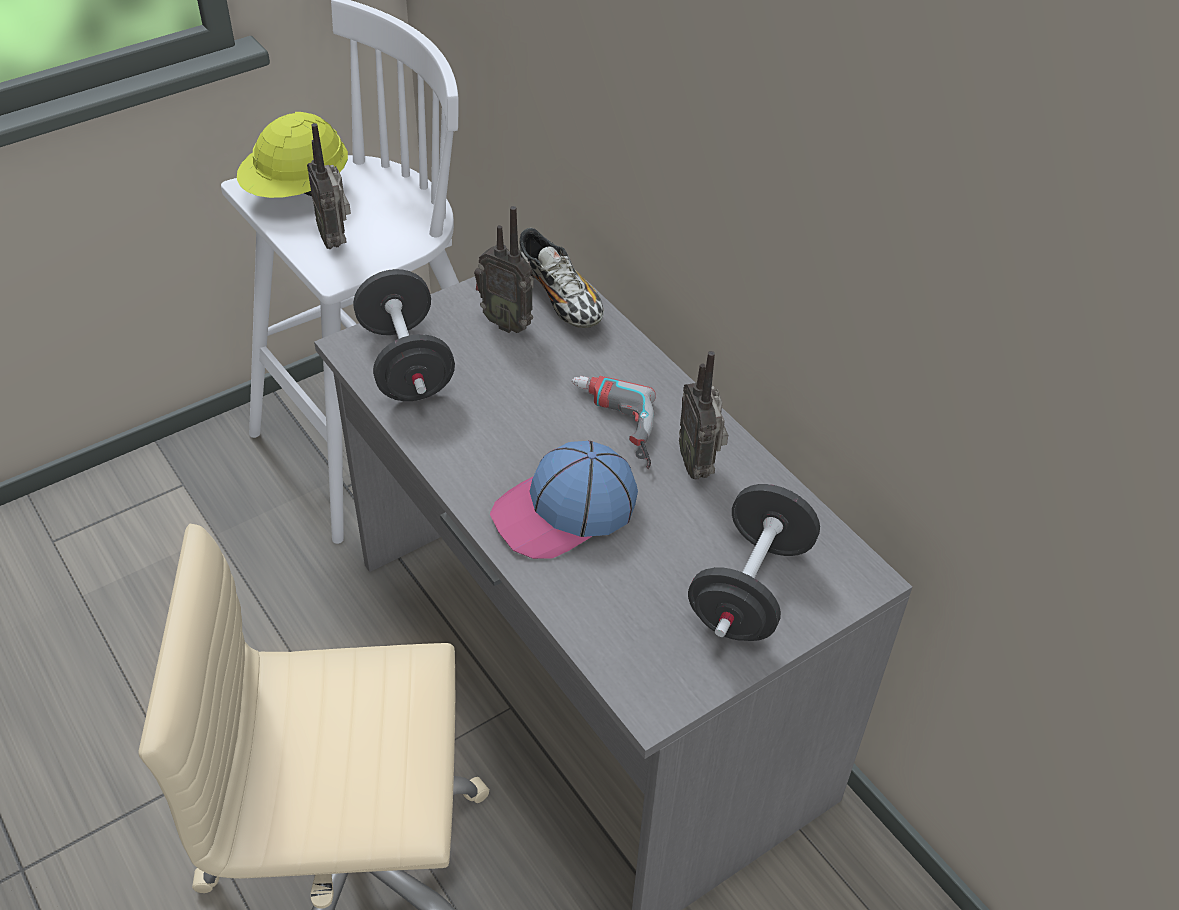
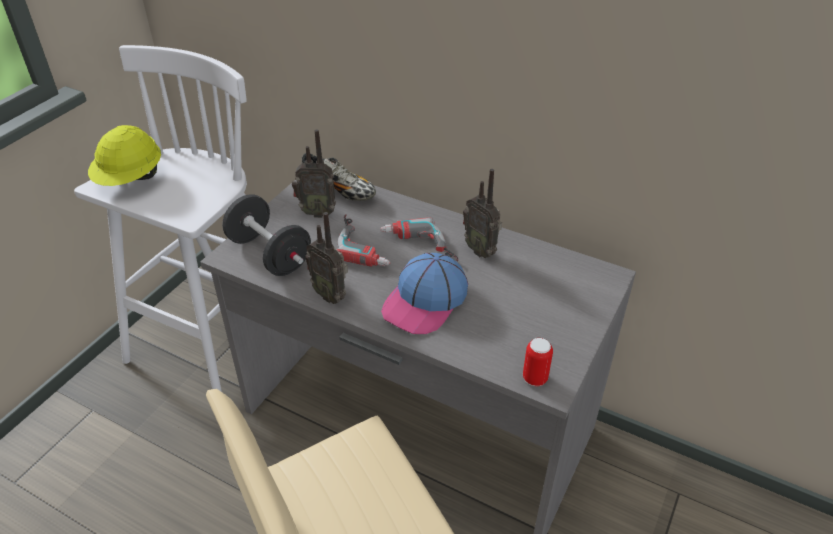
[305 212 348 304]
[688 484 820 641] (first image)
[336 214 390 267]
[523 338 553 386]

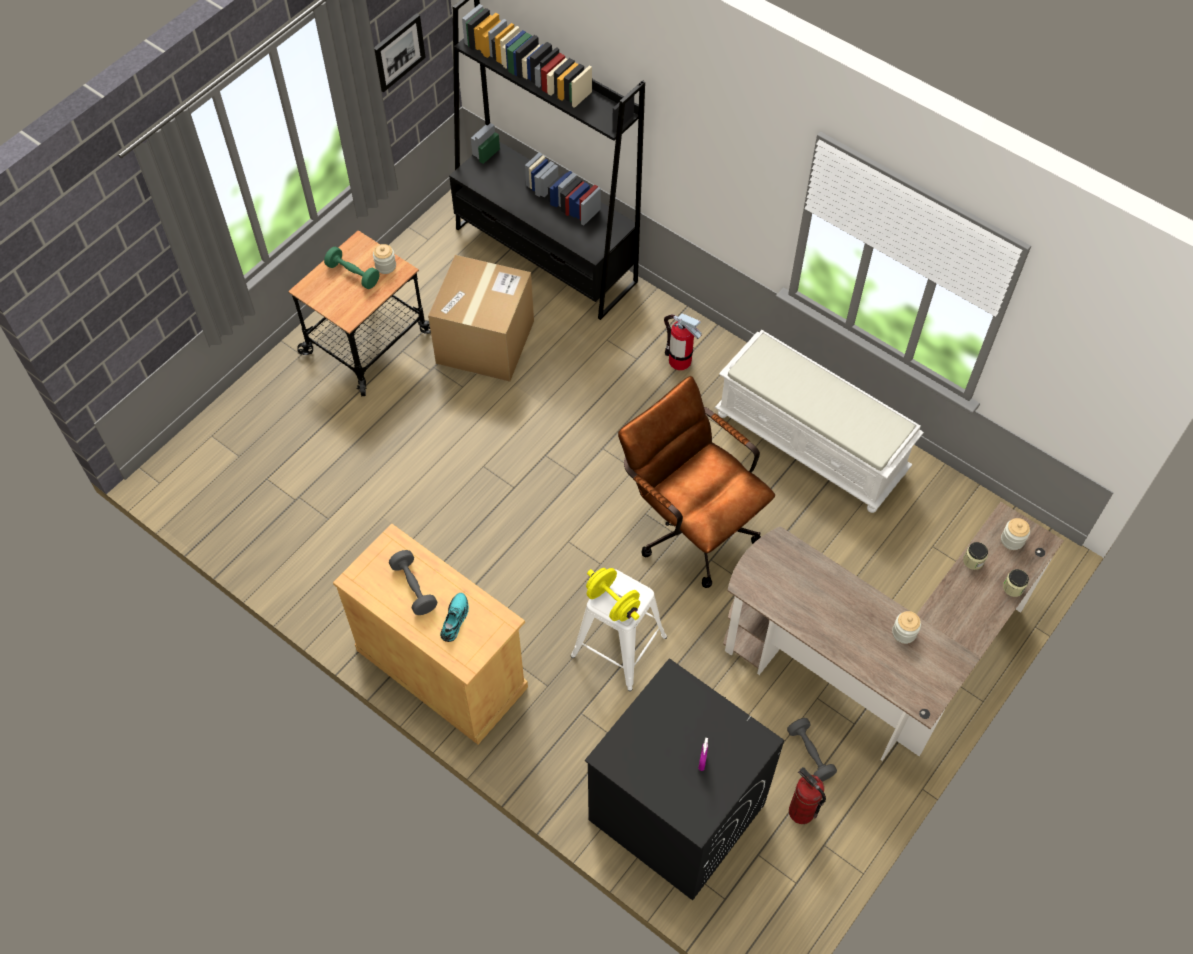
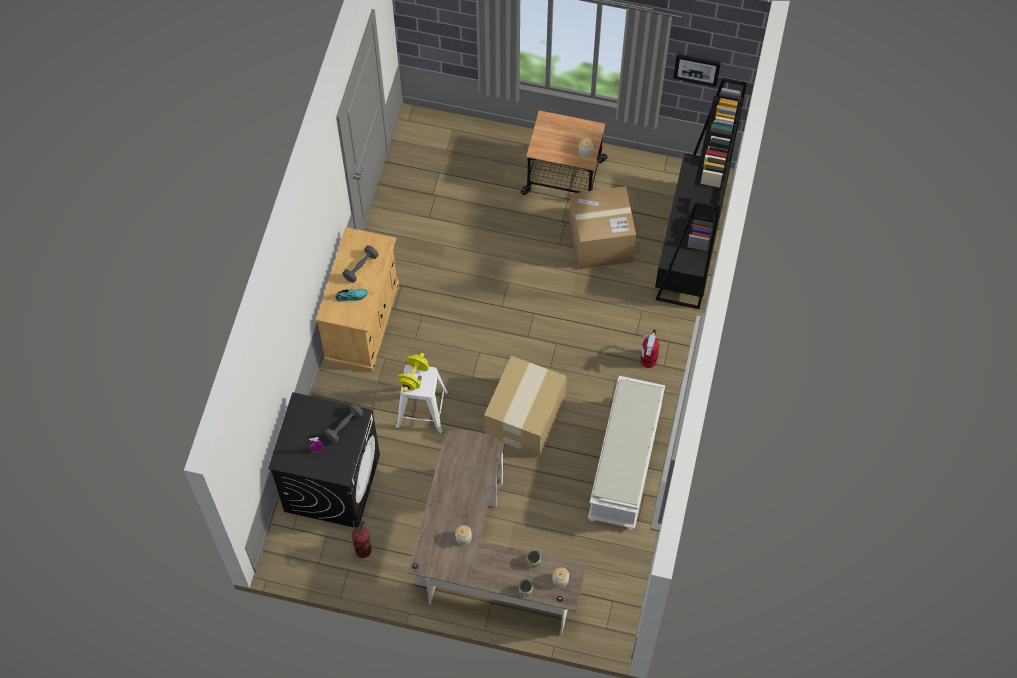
[324 247 379 289] (first image)
[484 356 567 457]
[324 403 363 443]

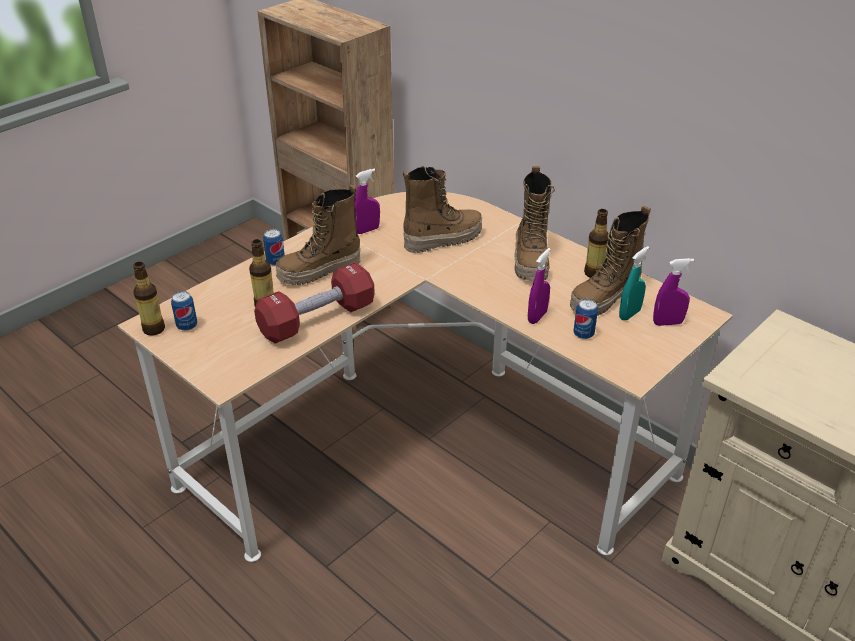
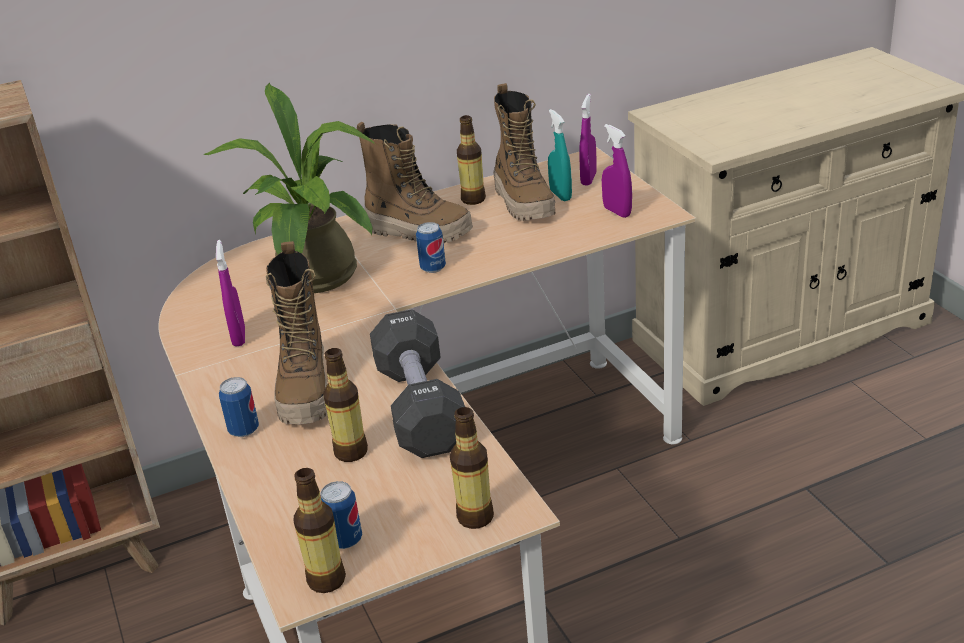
[370 309 465 458]
[204 83 375 293]
[602 124 632 218]
[416 222 446 273]
[450 407 494 529]

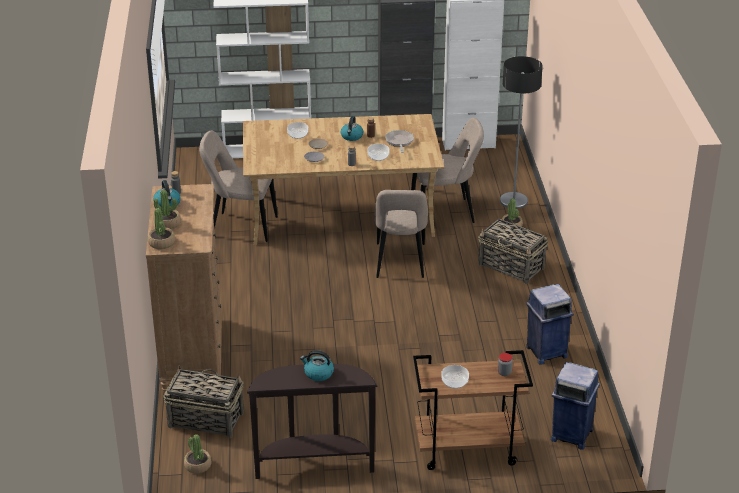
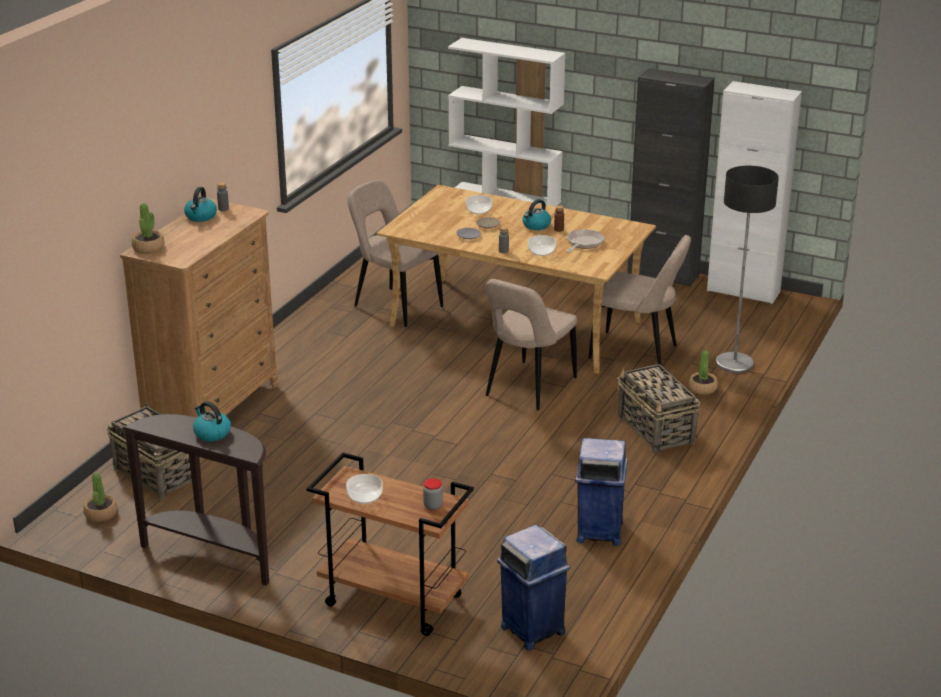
[154 190 181 229] (first image)

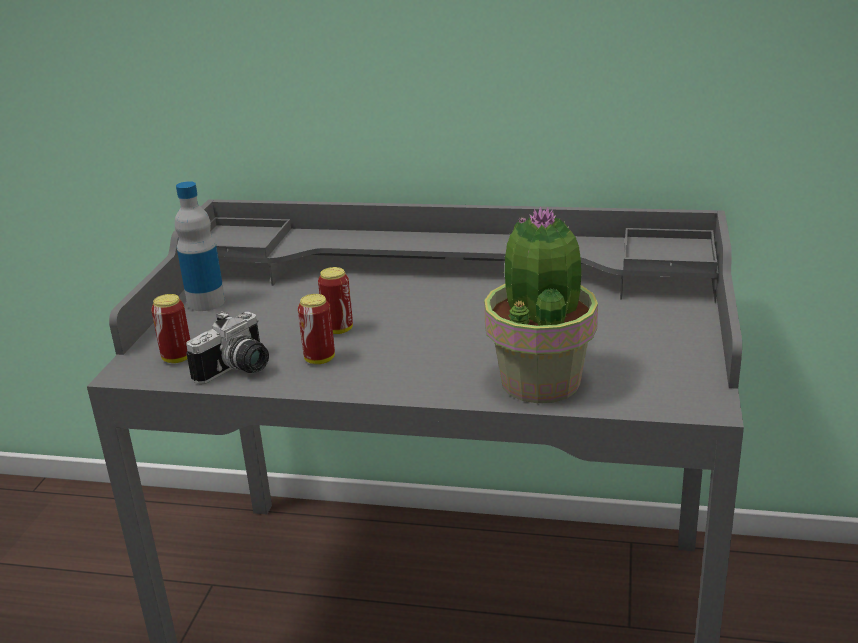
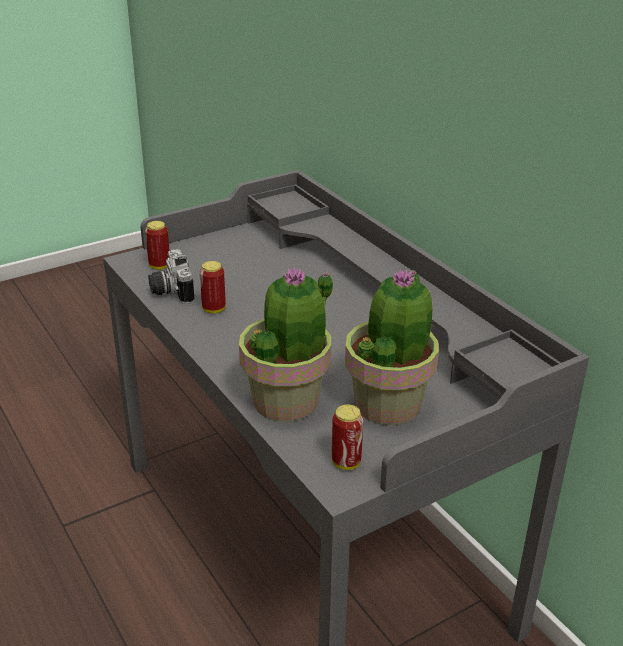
[175 181 225 311] (first image)
[148 249 194 304]
[332 404 363 470]
[345 268 439 425]

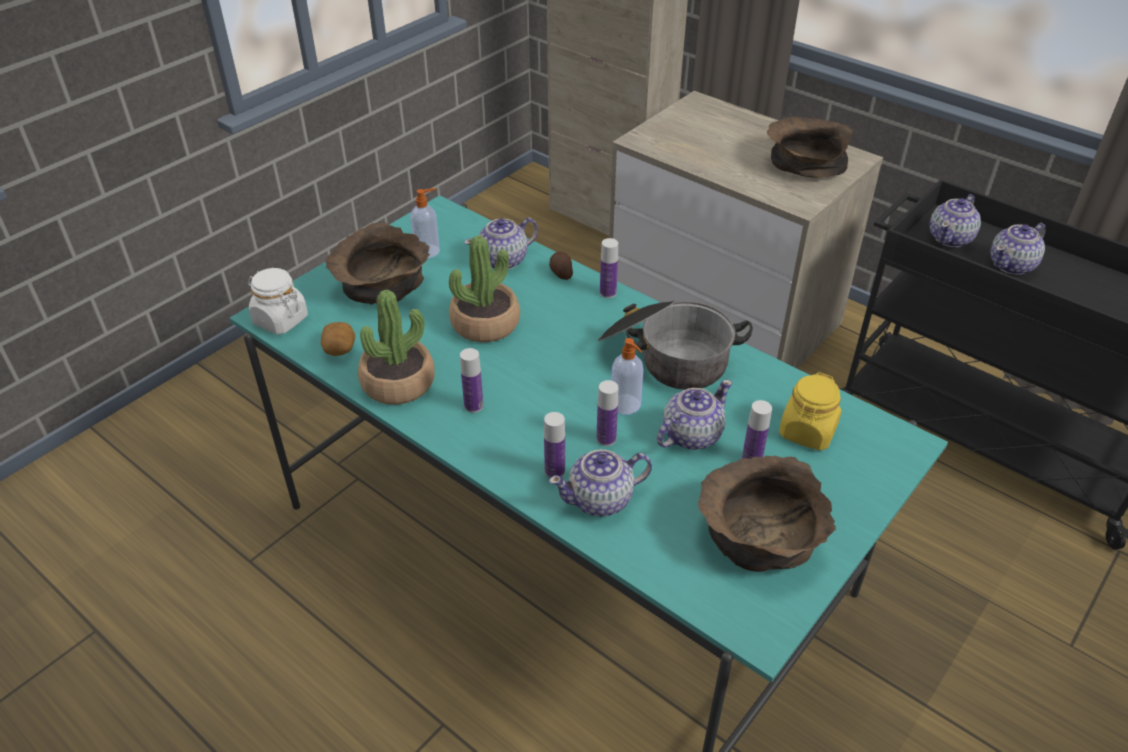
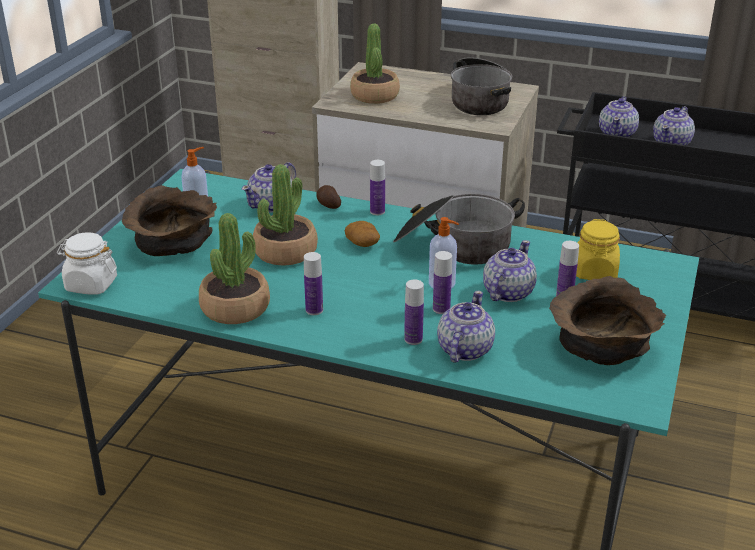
[345 221 380 247]
[437 291 495 363]
[451 58 512 115]
[350 24 400 104]

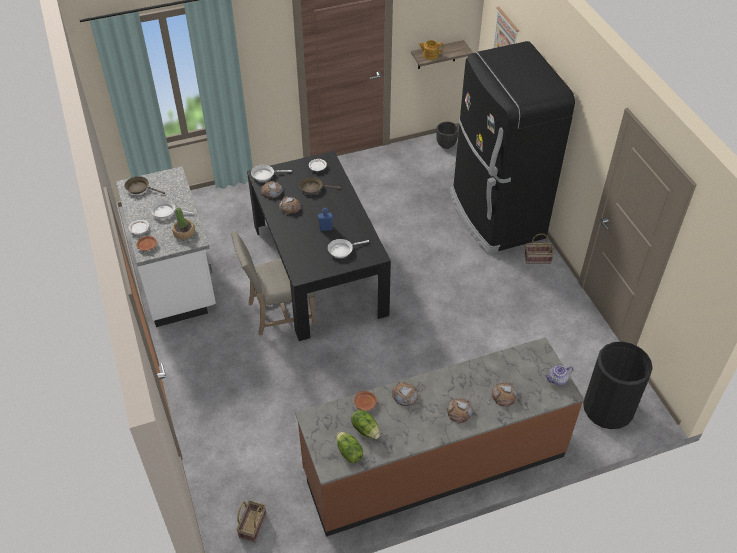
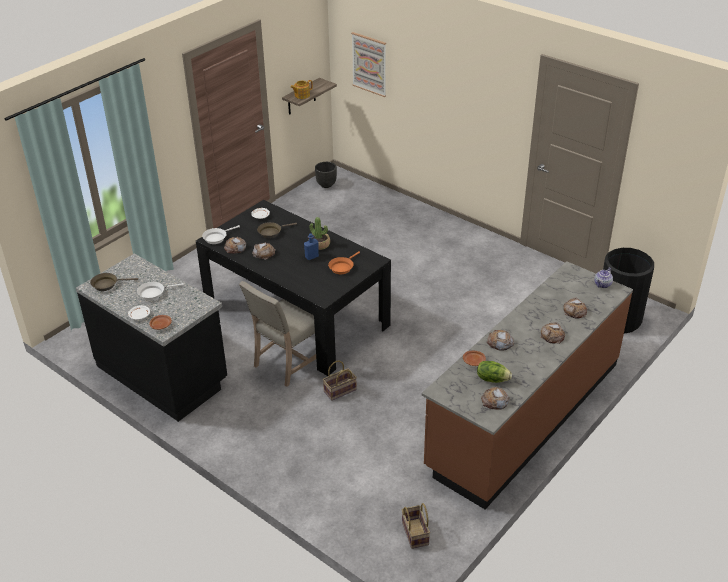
[76 254 227 422]
[308 217 330 250]
[328 252 360 274]
[481 387 510 410]
[450 41 575 254] (first image)
[323 361 357 401]

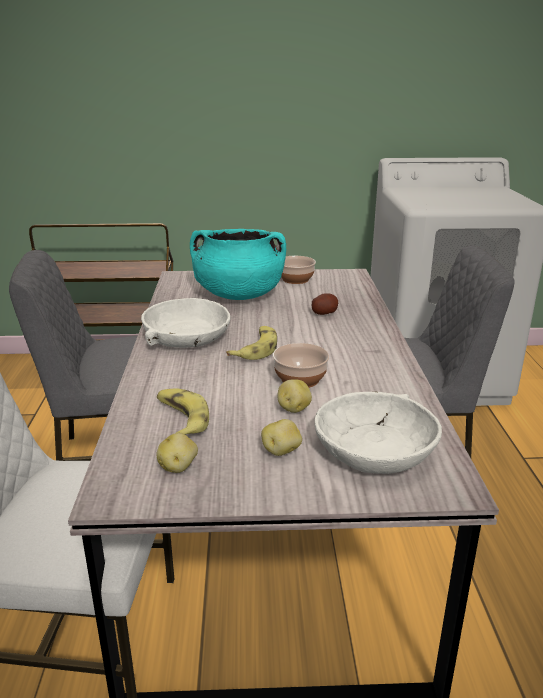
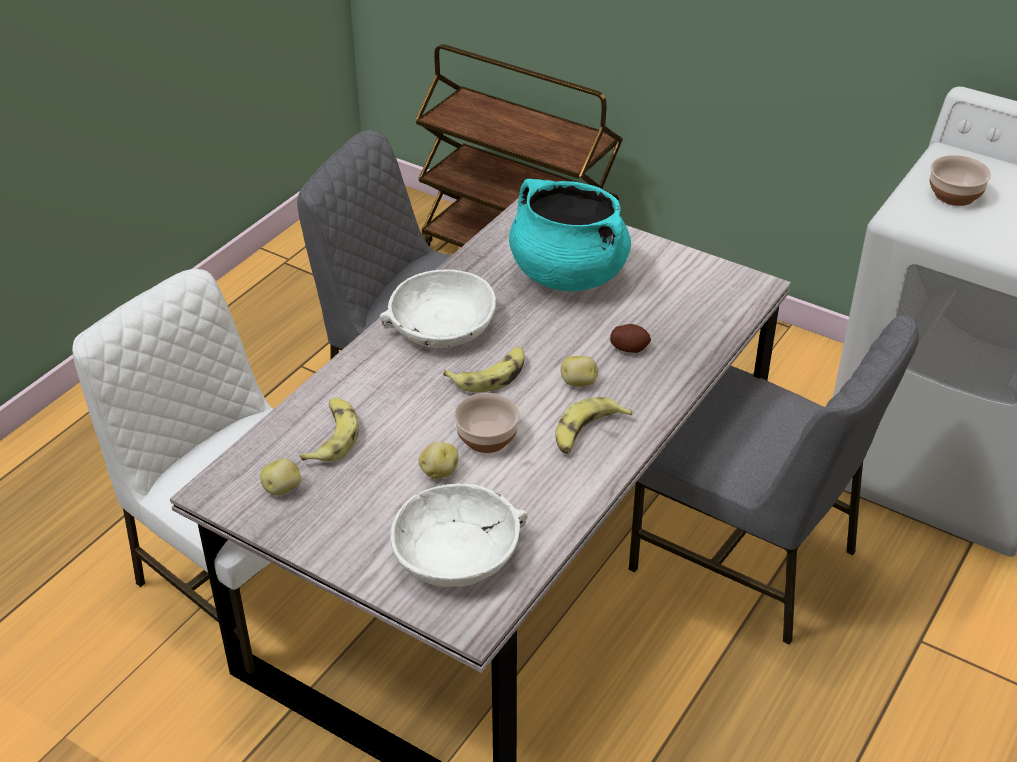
[561 356 598 387]
[930 155 991 206]
[555 397 632 454]

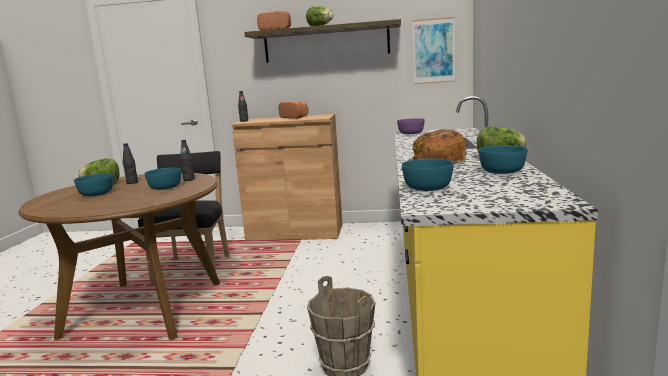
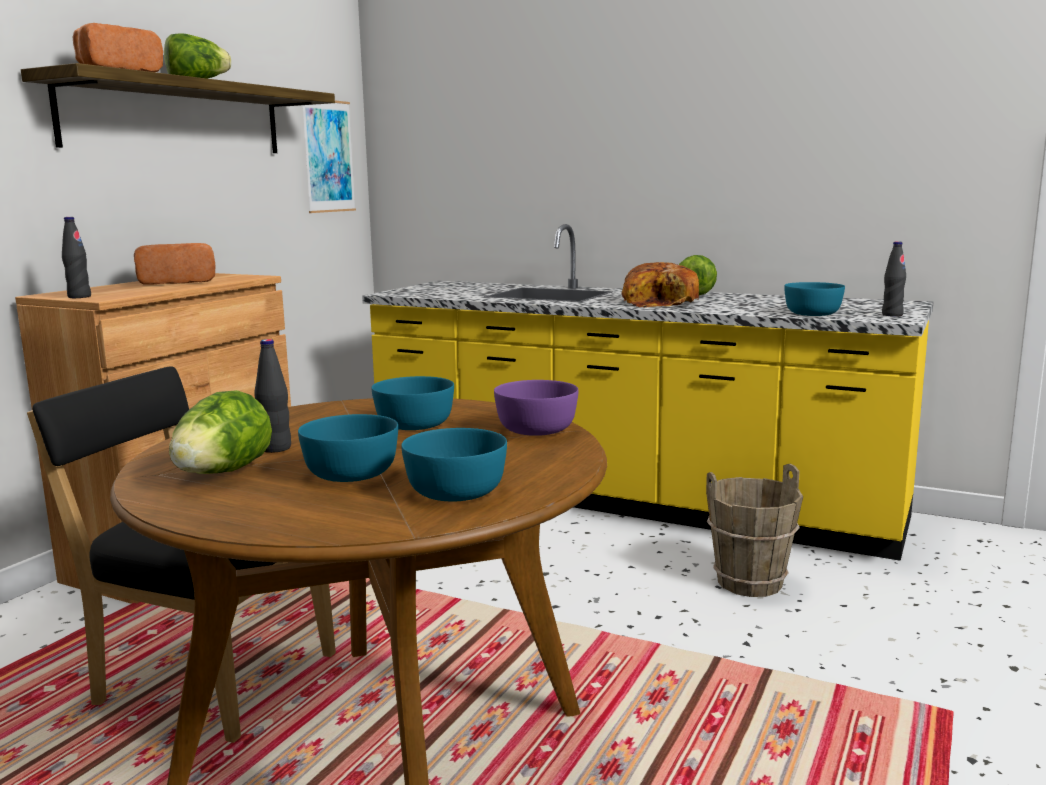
[882 241 906 317]
[494 380 578 436]
[401 428 507 502]

